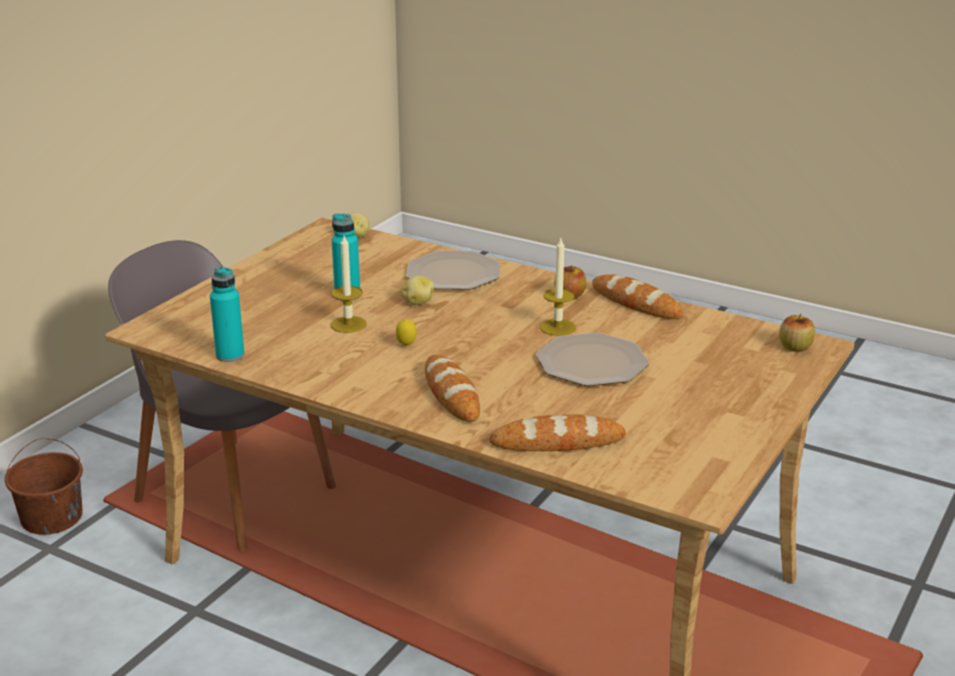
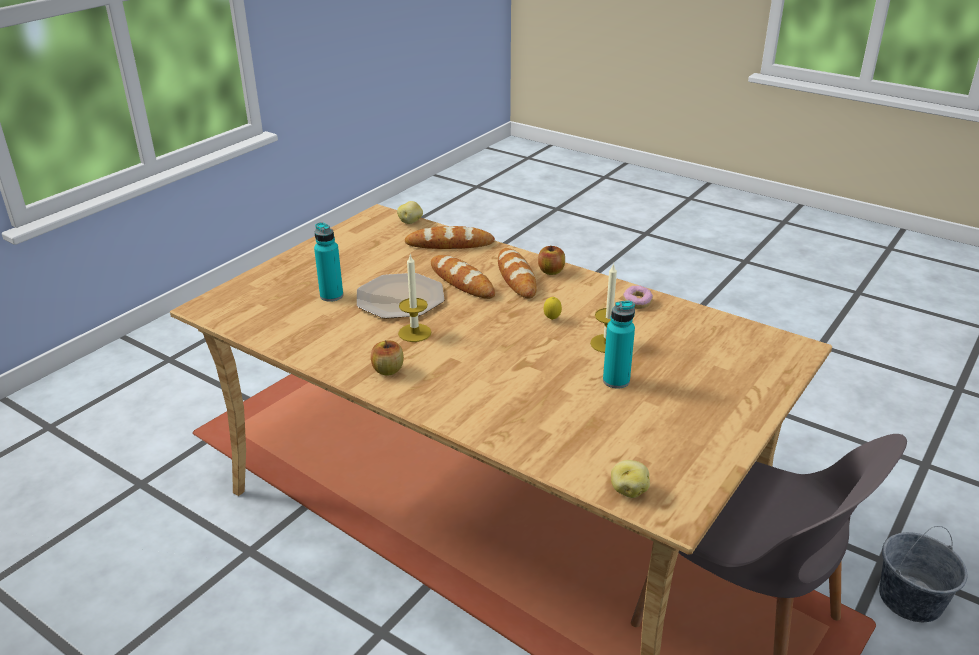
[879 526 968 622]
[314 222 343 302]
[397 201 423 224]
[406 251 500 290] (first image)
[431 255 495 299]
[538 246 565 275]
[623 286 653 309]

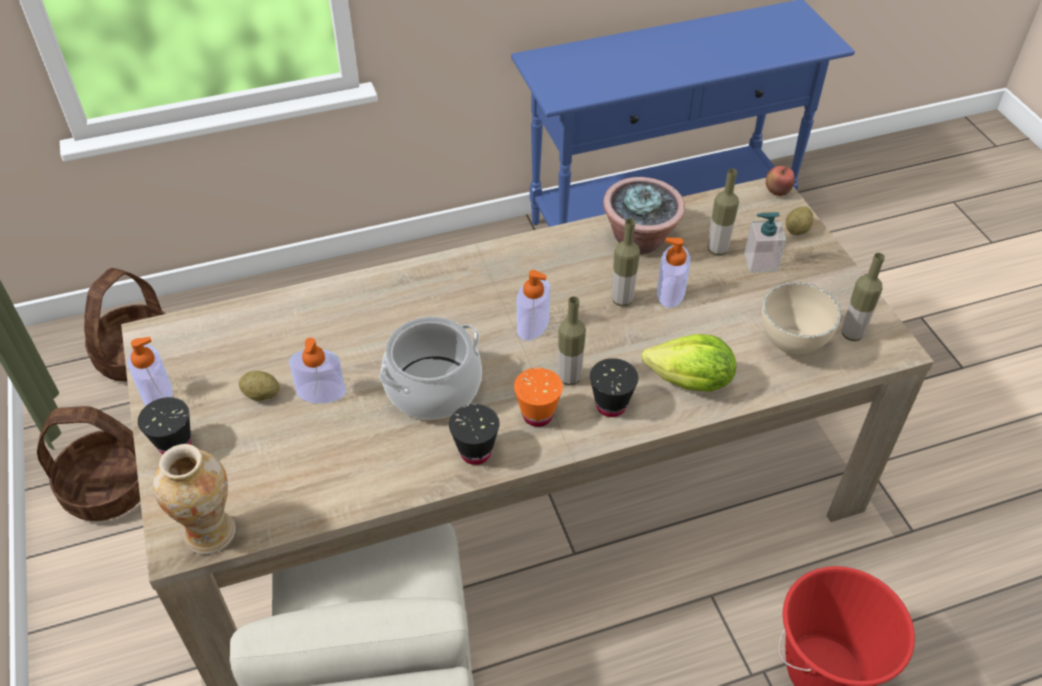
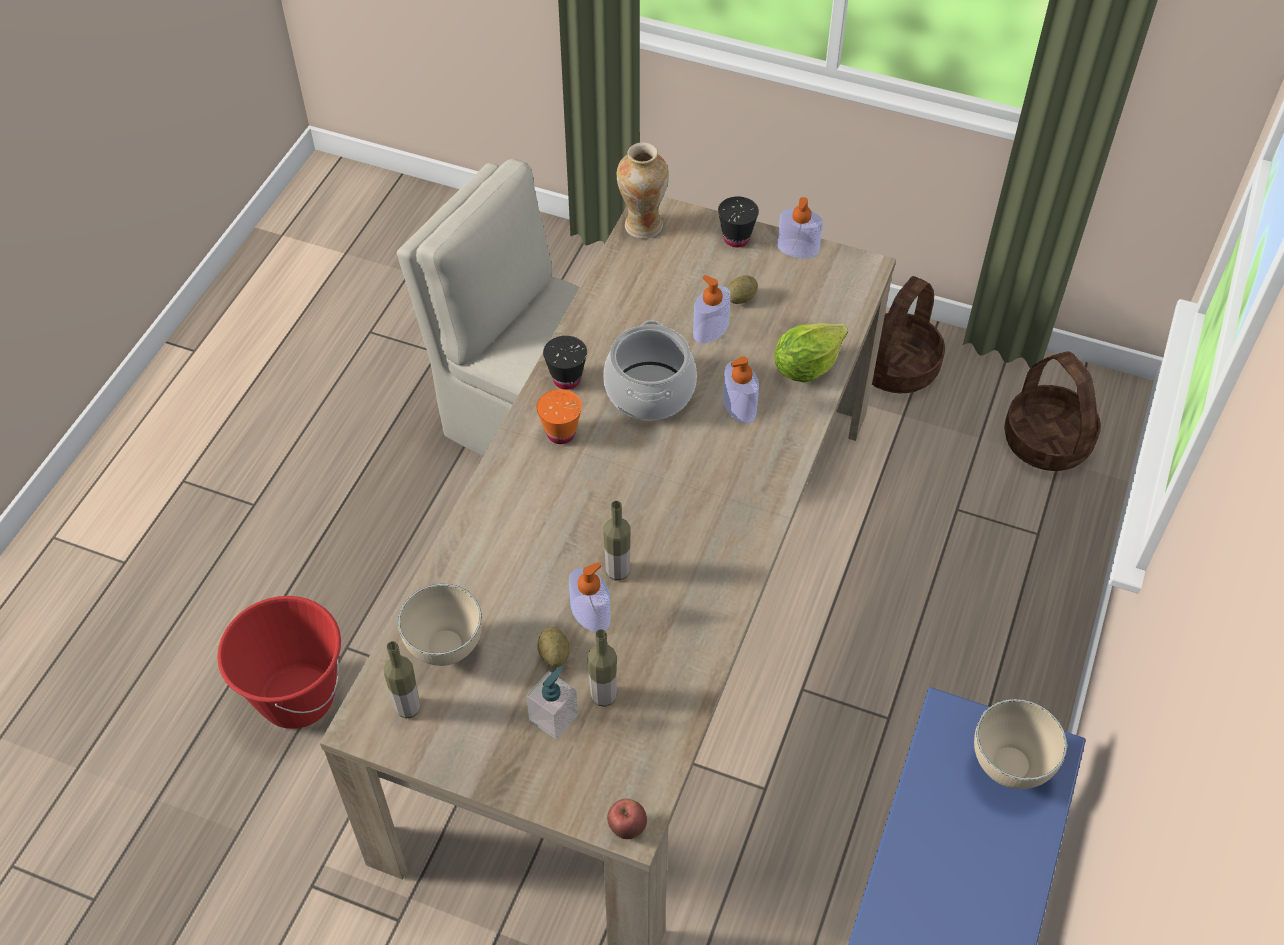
[723 356 759 423]
[558 296 586 386] (first image)
[590 358 638 417] (first image)
[603 177 685 254] (first image)
[774 323 848 382]
[537 627 570 667]
[974 699 1067 789]

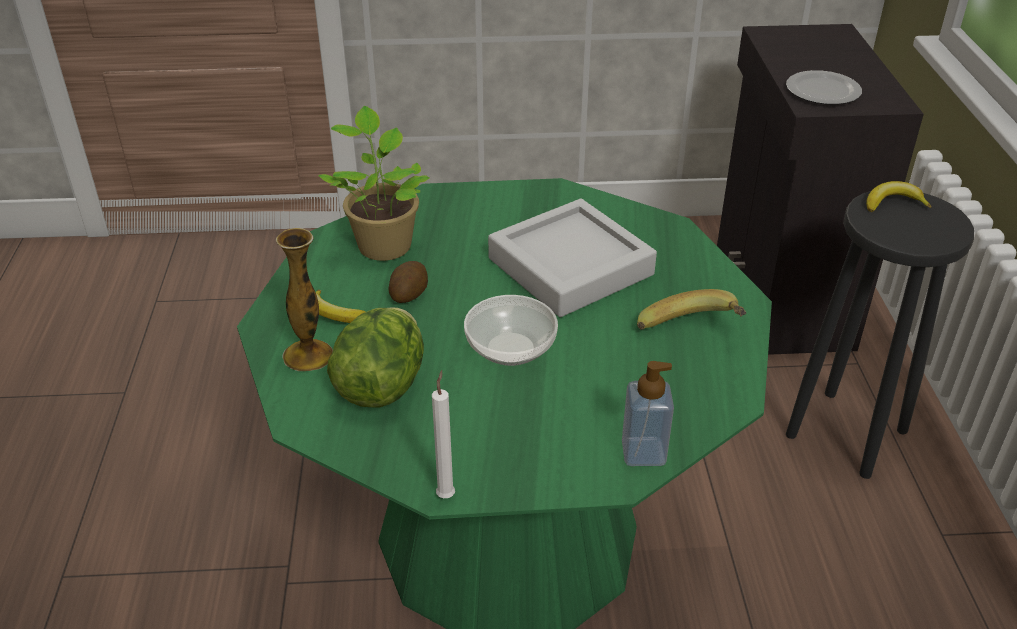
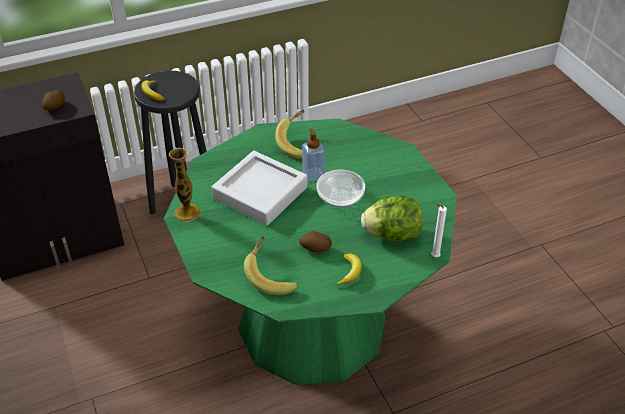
[169 148 201 222]
[244 236 298 295]
[431 204 447 257]
[302 129 325 181]
[42 90 65 110]

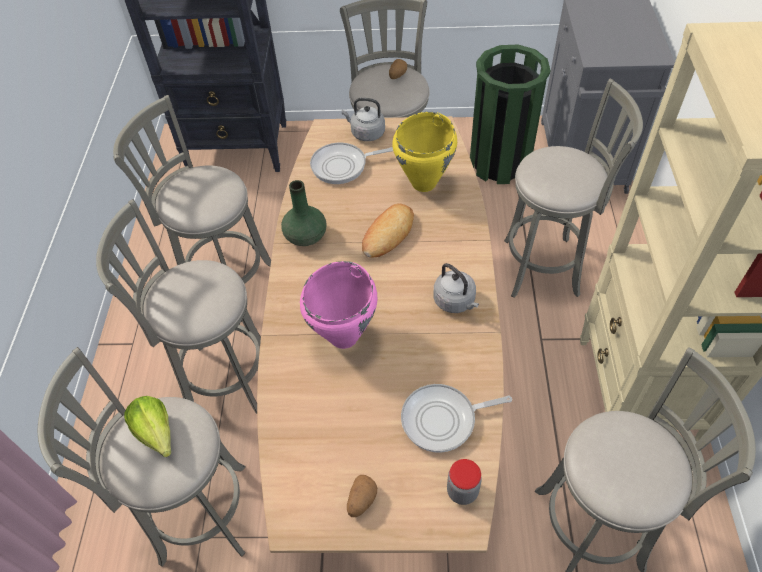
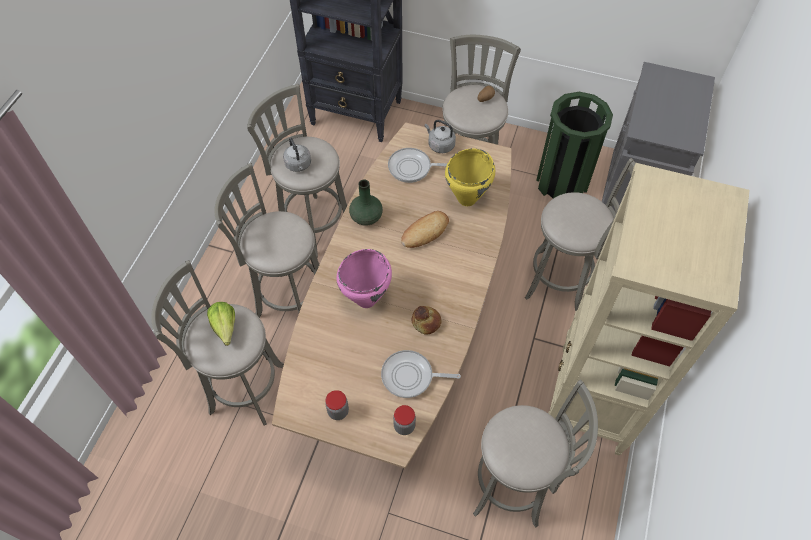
[325 390 349 420]
[283 138 311 172]
[412 306 441 335]

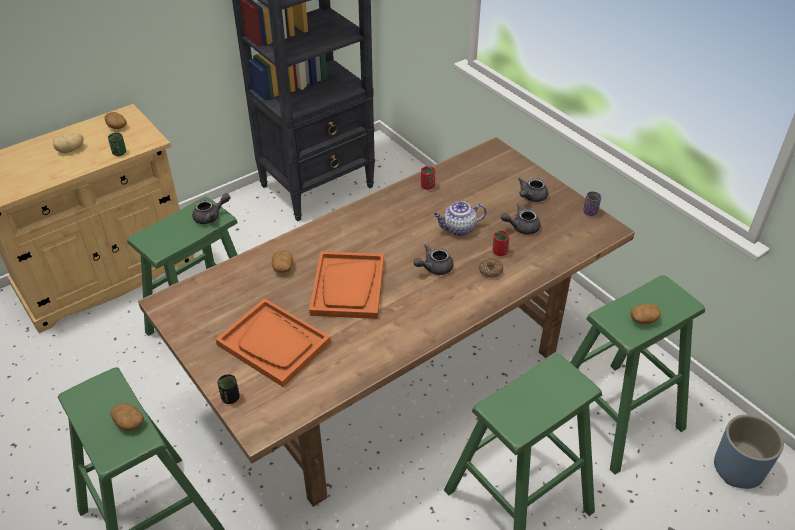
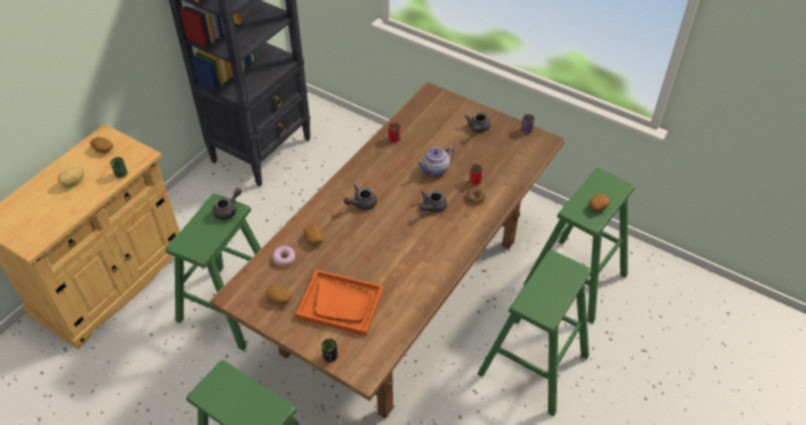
[265 286 292 304]
[309 251 384 319] (first image)
[344 185 377 210]
[714 414 784 489] (first image)
[273 246 295 266]

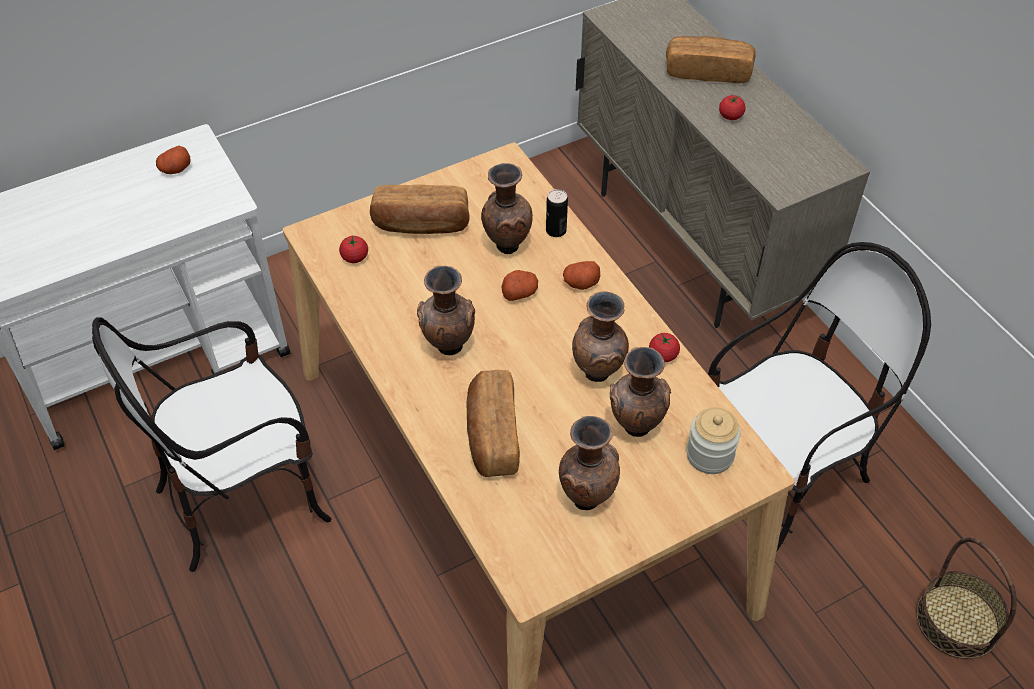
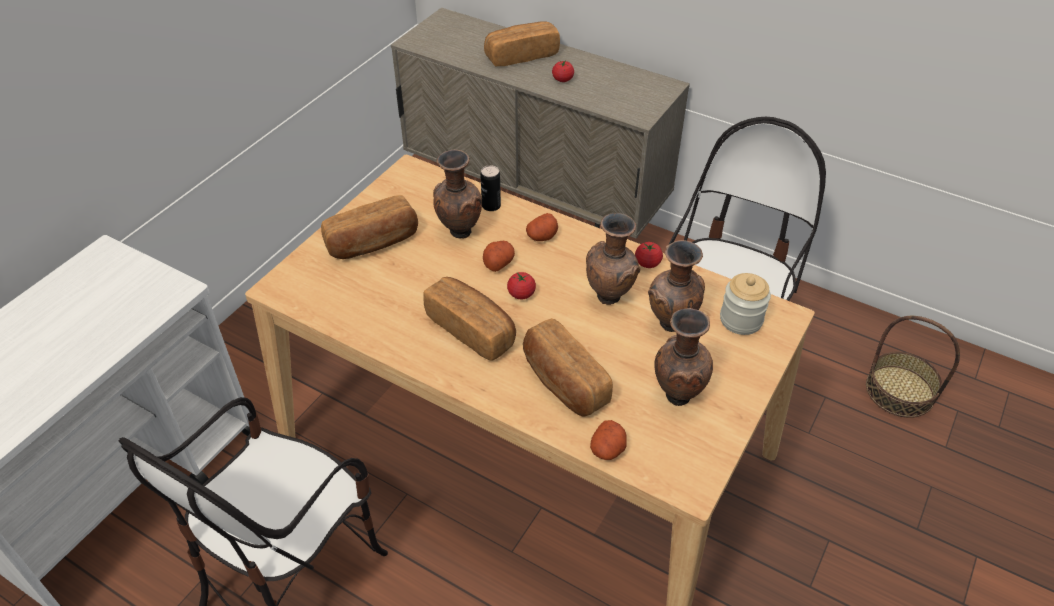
[590 420 627 460]
[507 272 536 299]
[423 277 516 361]

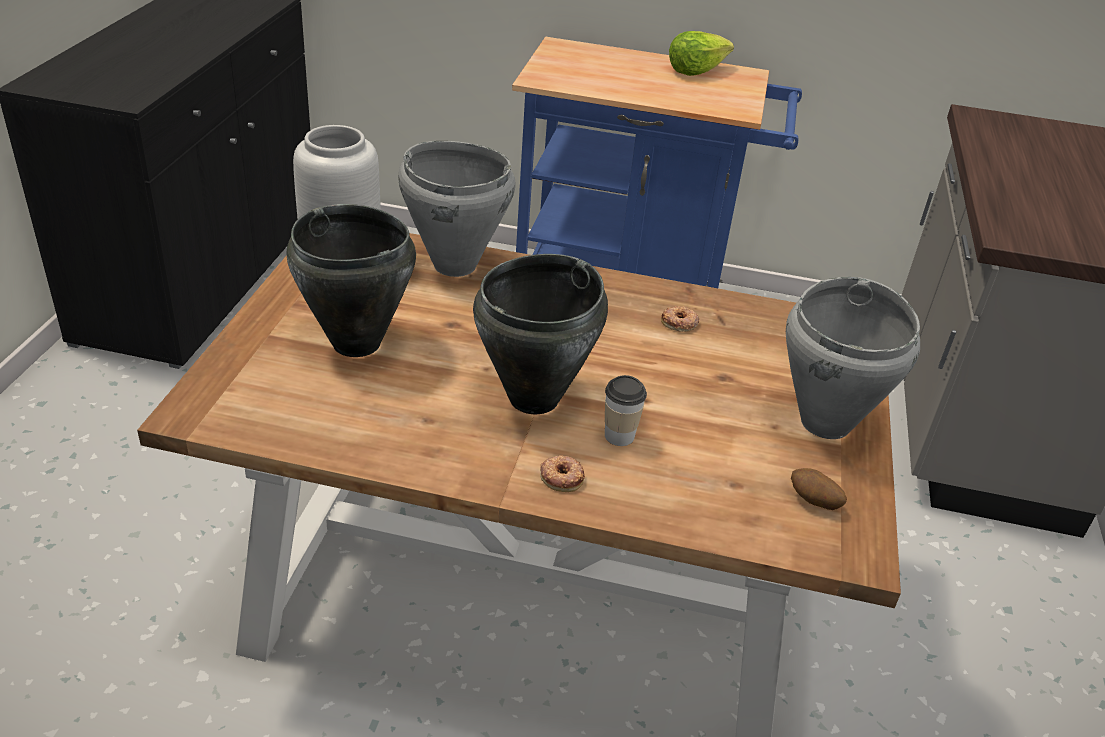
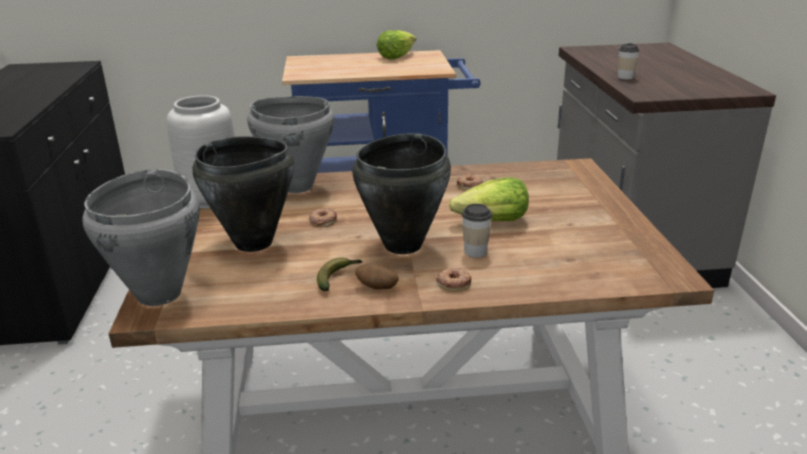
[82 169 199 306]
[355 263 399 289]
[309 207 337 227]
[317 257 362 291]
[449 177 529 221]
[618 43 639 79]

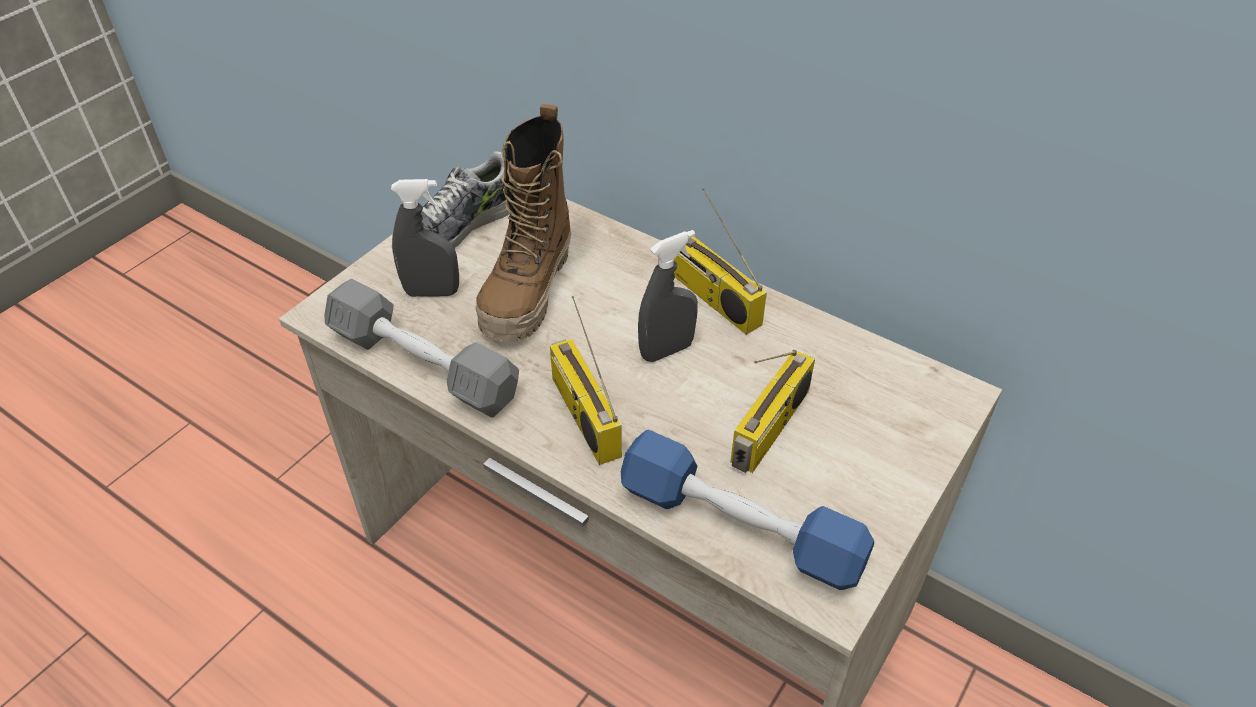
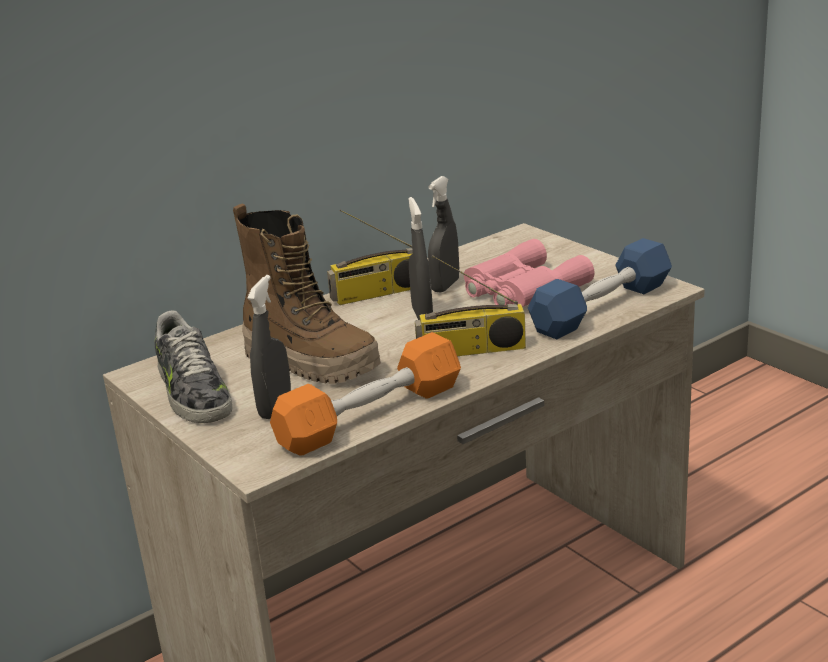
[270 332 461 456]
[464 239 595 307]
[428 176 459 293]

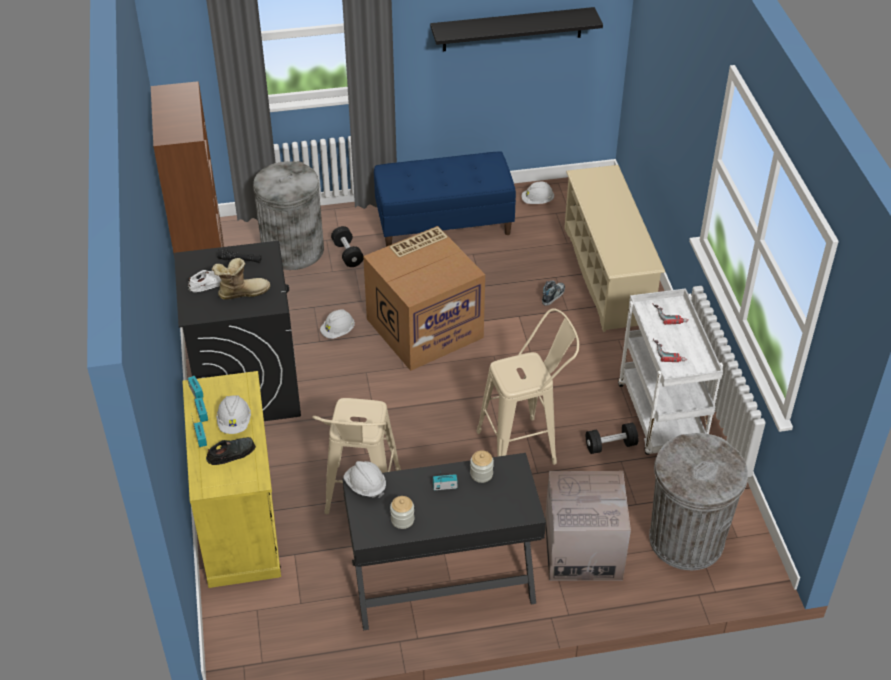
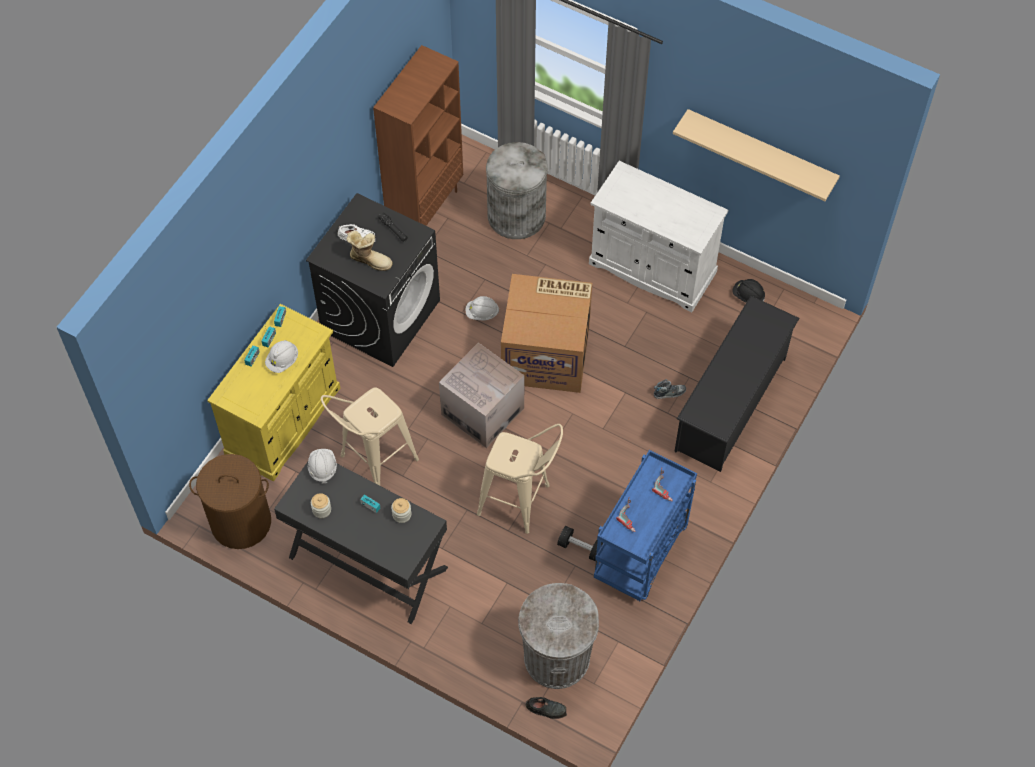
[526 697 566 719]
[331 226 363 267] (first image)
[589 161 728 312]
[673 109 840 201]
[732 279 765 302]
[439 343 524 448]
[674 296 799 472]
[594 450 697 601]
[189 454 271 549]

